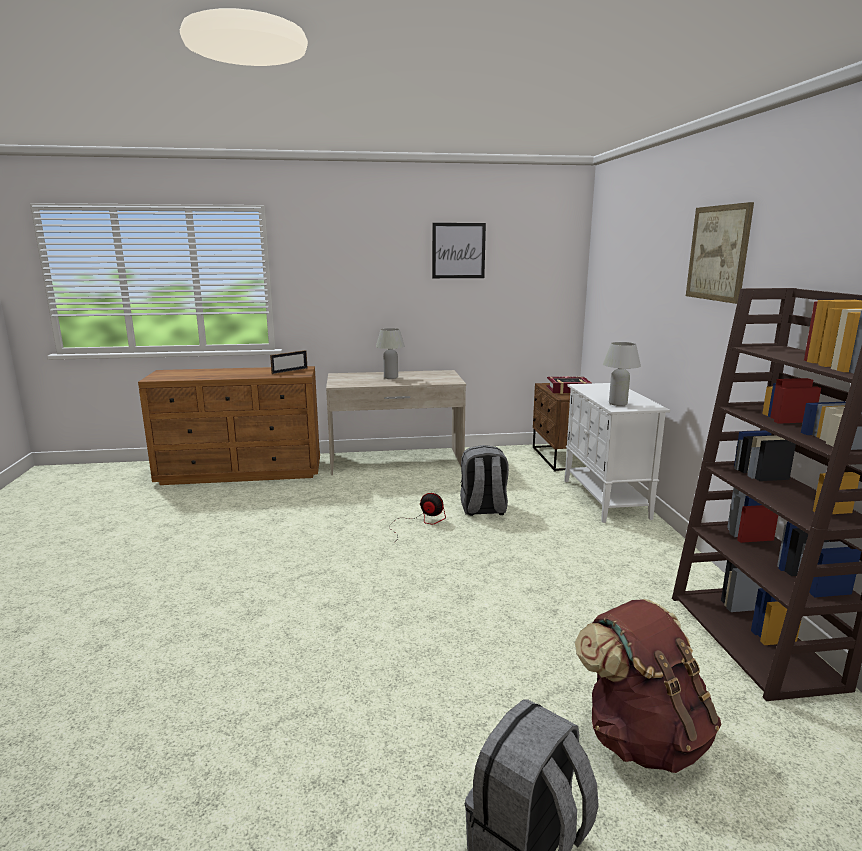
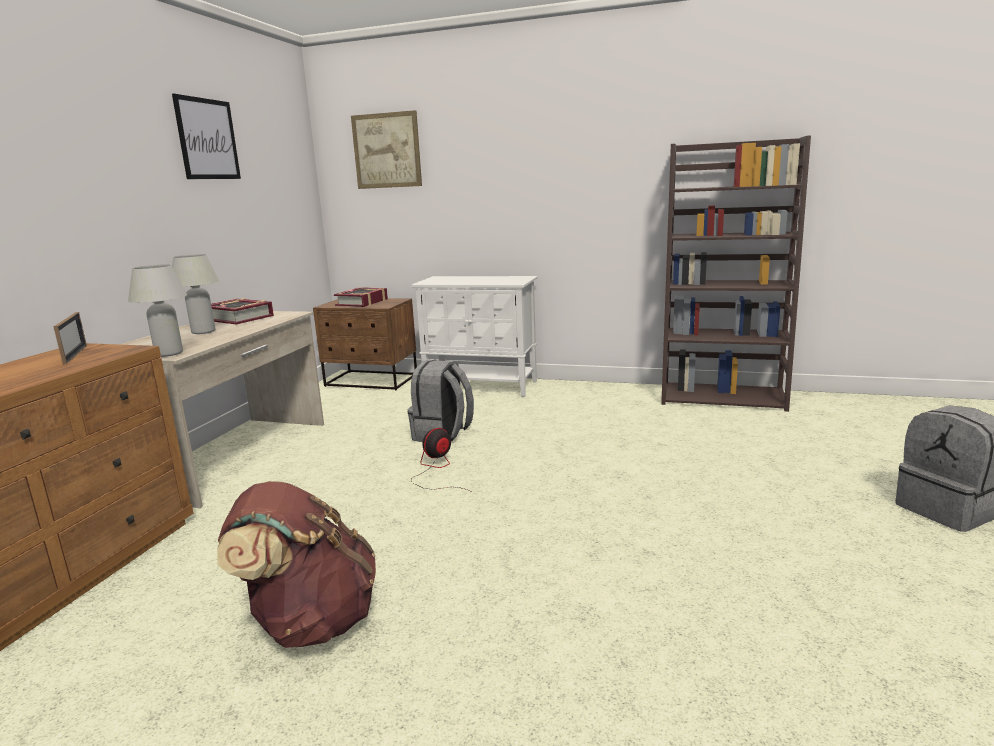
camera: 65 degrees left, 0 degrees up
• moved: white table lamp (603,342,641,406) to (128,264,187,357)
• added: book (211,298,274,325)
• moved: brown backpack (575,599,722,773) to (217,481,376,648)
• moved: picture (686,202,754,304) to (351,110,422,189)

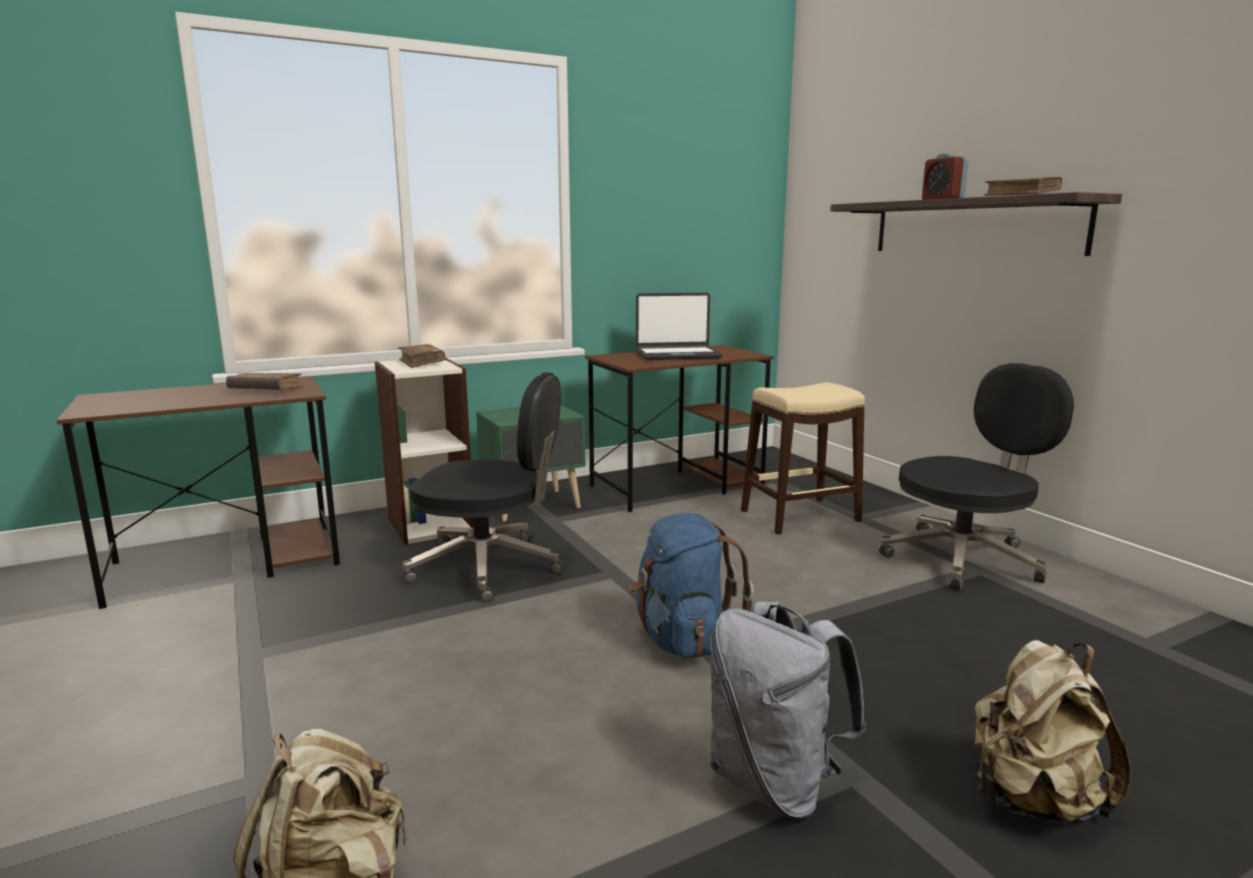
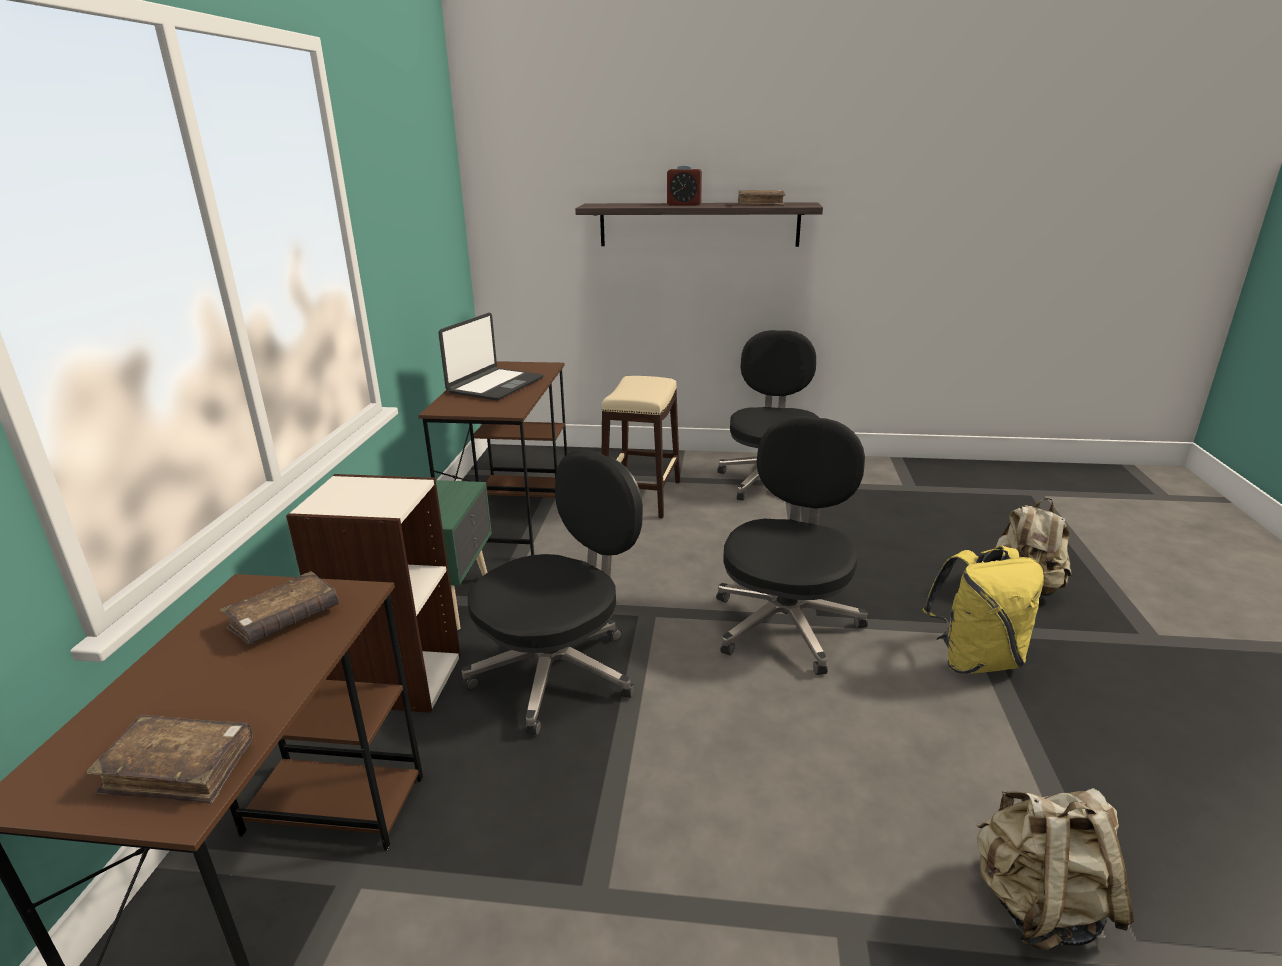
camera: 55 degrees left, 10 degrees up
• moved: brown book (398,344,445,368) to (87,715,253,804)
• replaced: blue backpack (629,513,754,659) to black office chair (716,416,868,675)
• recoloured: grey backpack (710,601,866,819) to yellow backpack (922,545,1044,674)

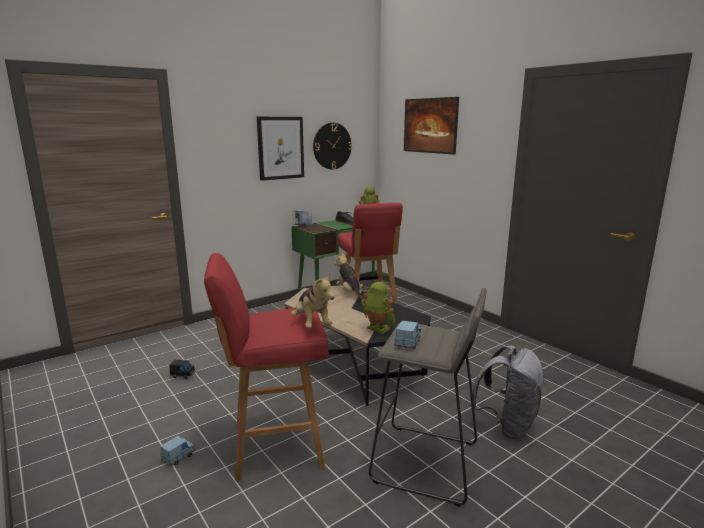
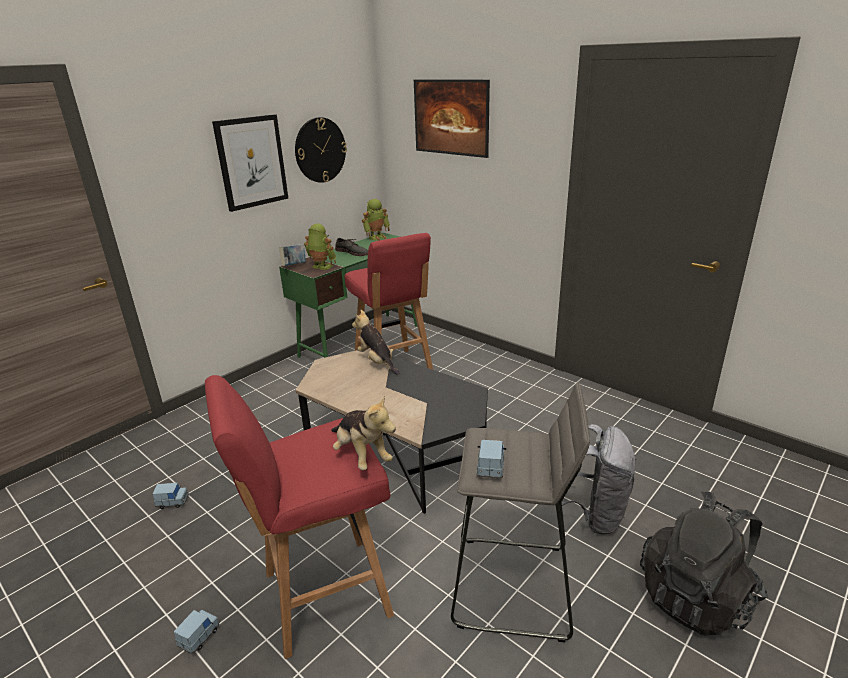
camera: 10 degrees left, 10 degrees up
• recoloured: black toy car (170,360,195,379) to blue toy car (152,483,189,509)
• moved: toy robot (361,282,396,334) to (304,224,336,270)
• added: black backpack (640,492,768,636)

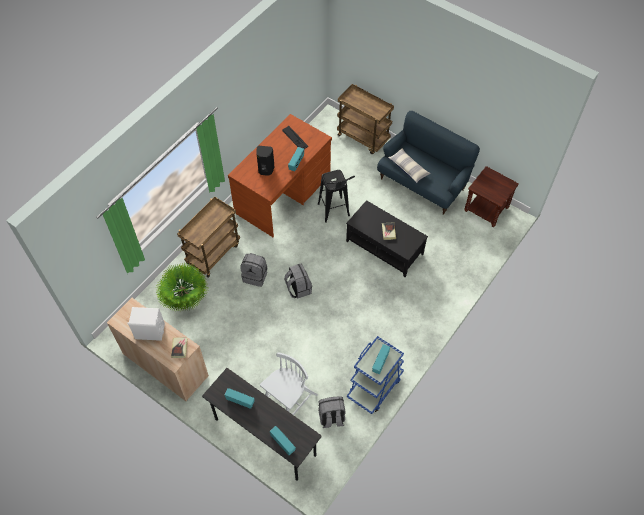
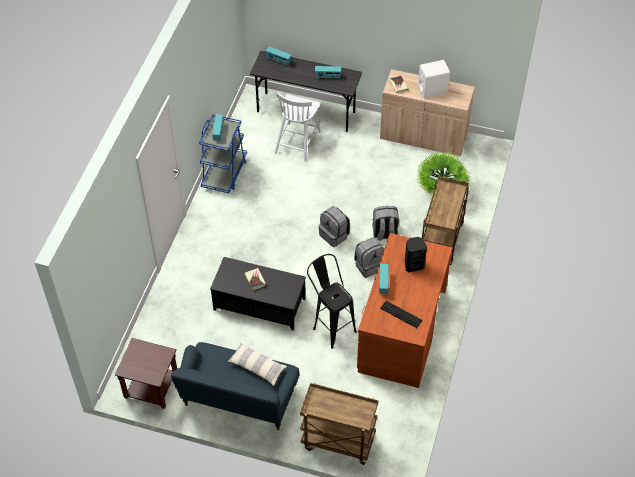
camera: 160 degrees right, 5 degrees down
• moved: grey backpack (318,396,346,428) to (354,237,385,278)

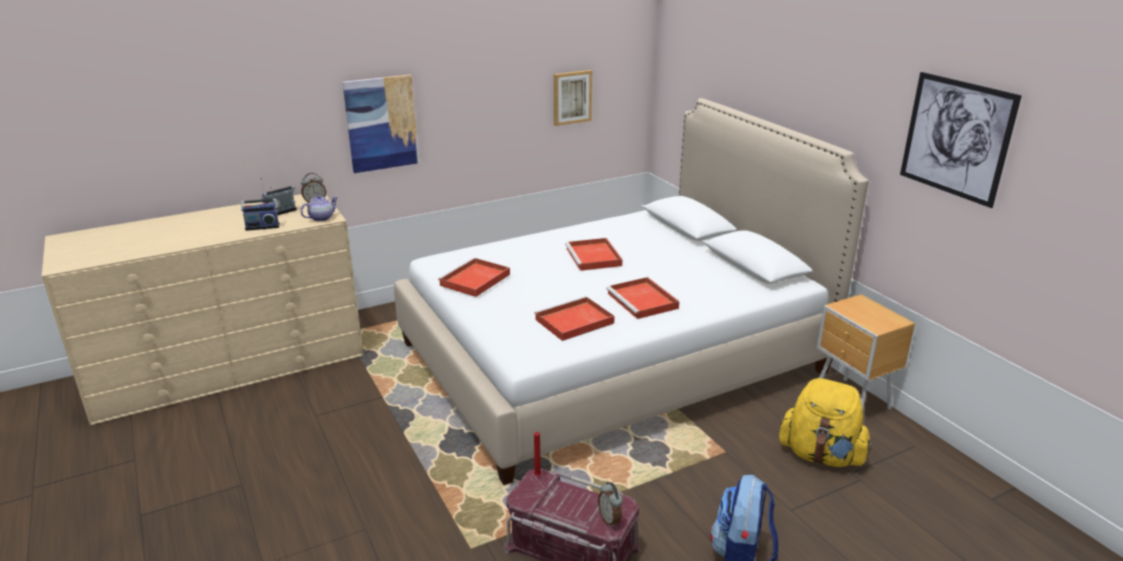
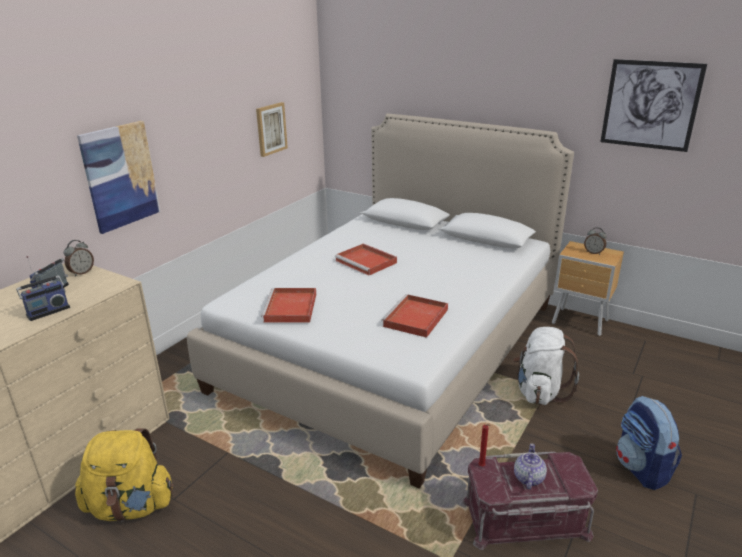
camera: 30 degrees left, 0 degrees up
• moved: yellow backpack (779,378,873,467) to (75,428,174,521)
• added: white backpack (513,327,579,405)
• moved: teapot (301,195,338,221) to (514,444,547,490)
• moved: alarm clock (598,482,623,528) to (584,227,607,255)
• removed: red tray (606,277,679,319)

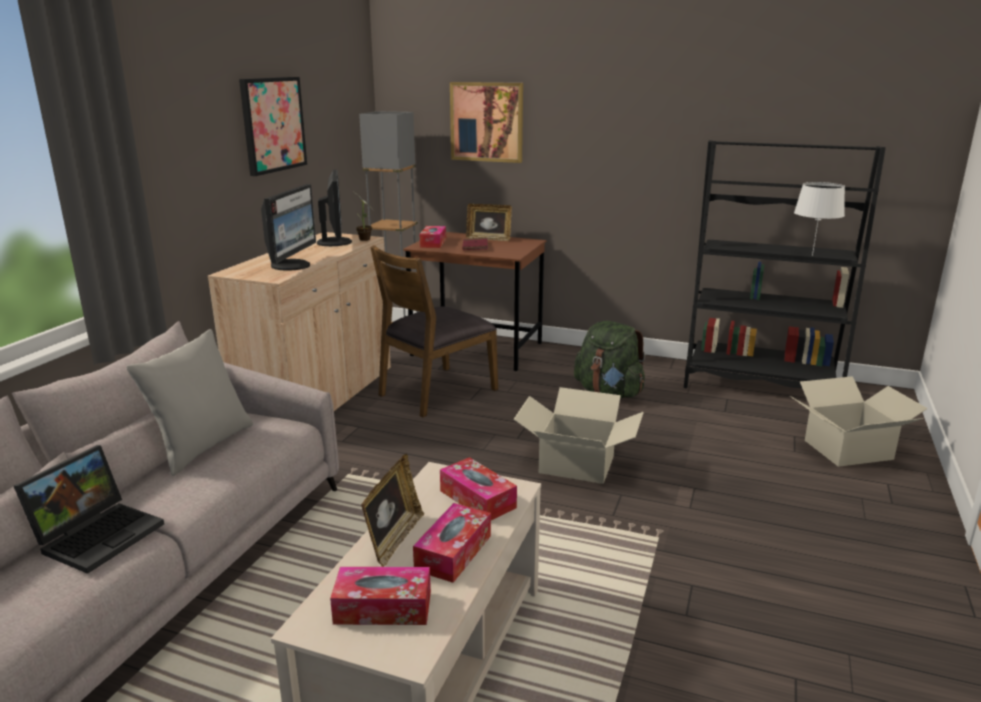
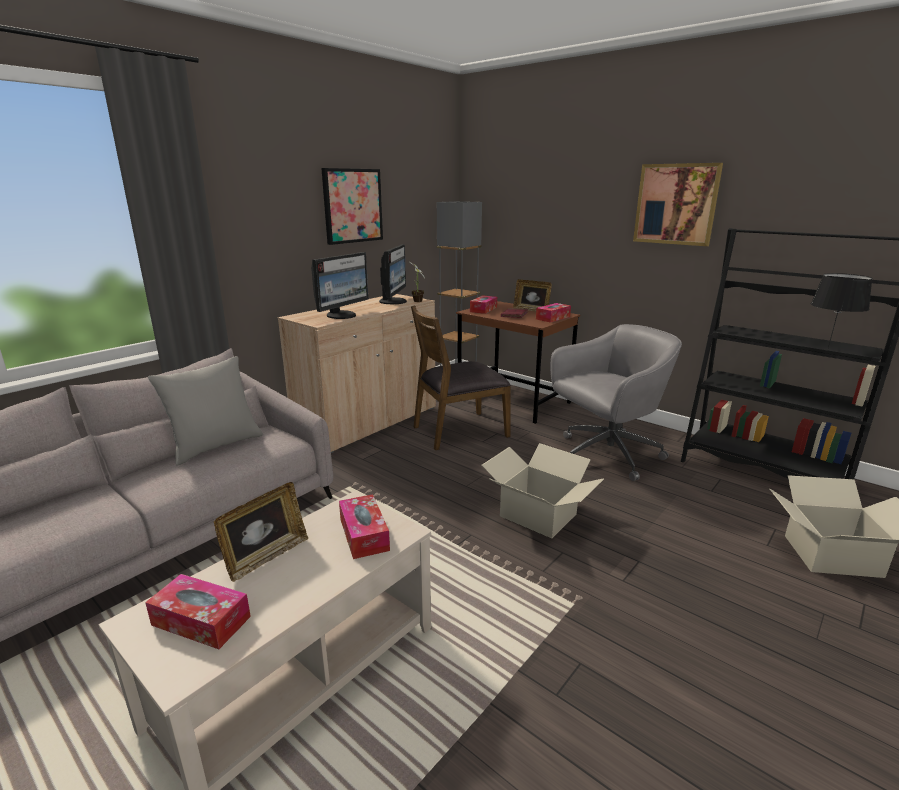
camera: 20 degrees right, 0 degrees up
• moved: tissue box (413,503,491,583) to (536,303,571,323)
• replaced: green backpack (574,321,645,398) to grey office chair (550,324,682,481)
• moved: picture (450,82,523,163) to (633,163,723,246)
• recoloured: white table lamp (794,182,845,256) to black table lamp (811,273,872,349)
• removed: laptop (14,445,164,574)

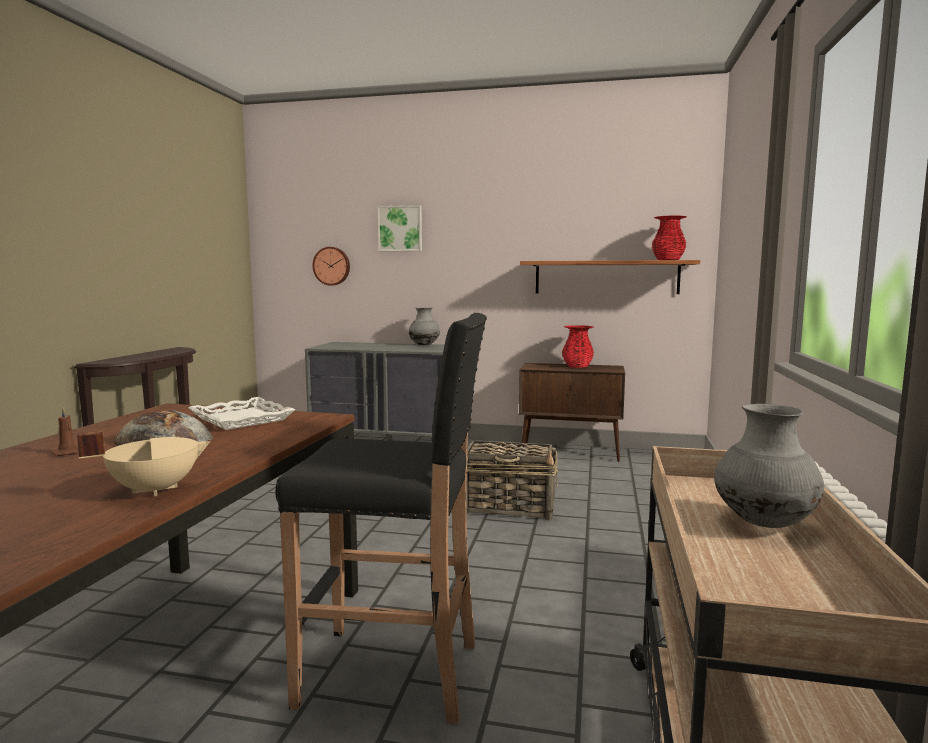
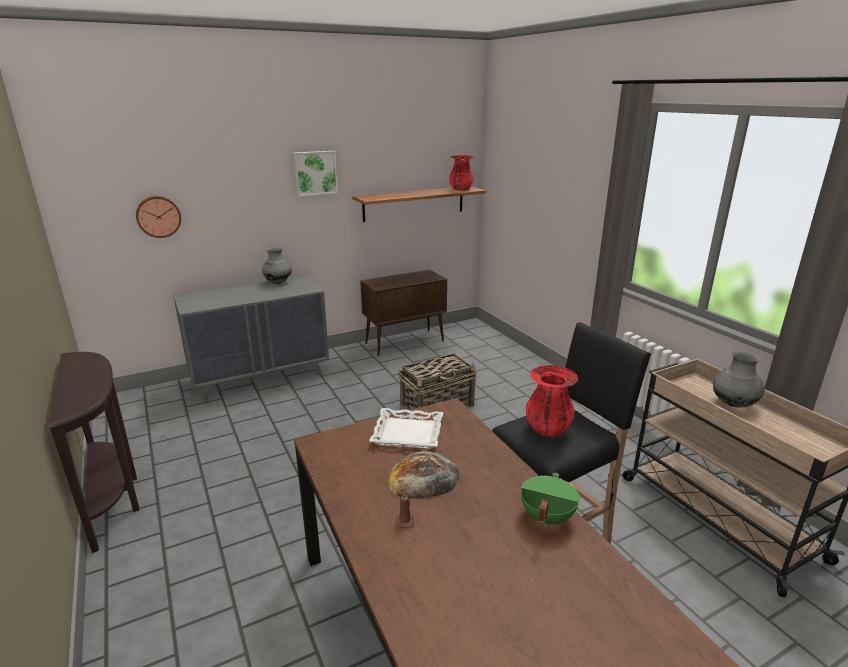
camera: 40 degrees left, 15 degrees up
• moved: picture (378,205,422,251) to (293,151,338,196)
• recoloured: beige cooking pot (77,431,210,496) to green cooking pot (521,473,580,526)
• moved: red vase (562,325,594,368) to (526,365,578,437)

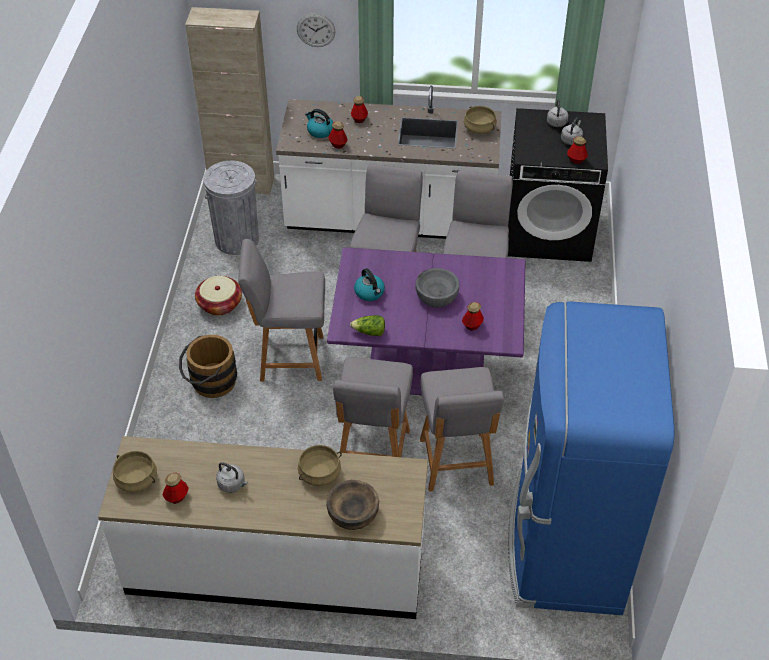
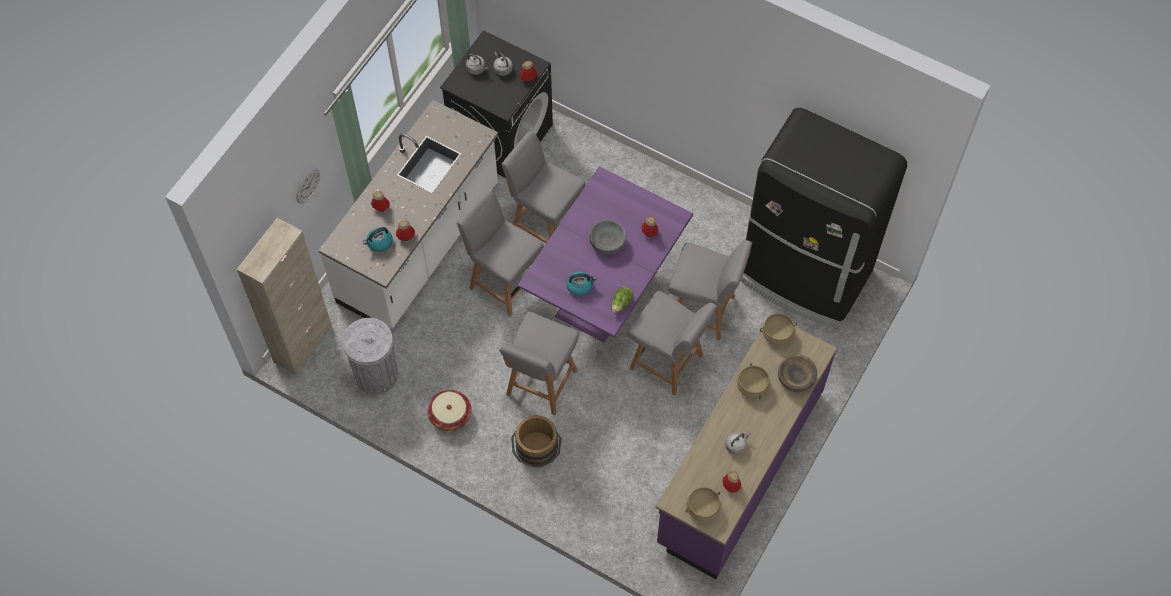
camera: 65 degrees left, 15 degrees up
• recoloured: white counter (98,436,428,619) to purple counter (656,314,837,579)
• recoloured: blue fridge (508,301,675,615) to black fridge (741,108,907,329)
• moved: beige cooking pot (464,106,497,134) to (760,313,797,345)

